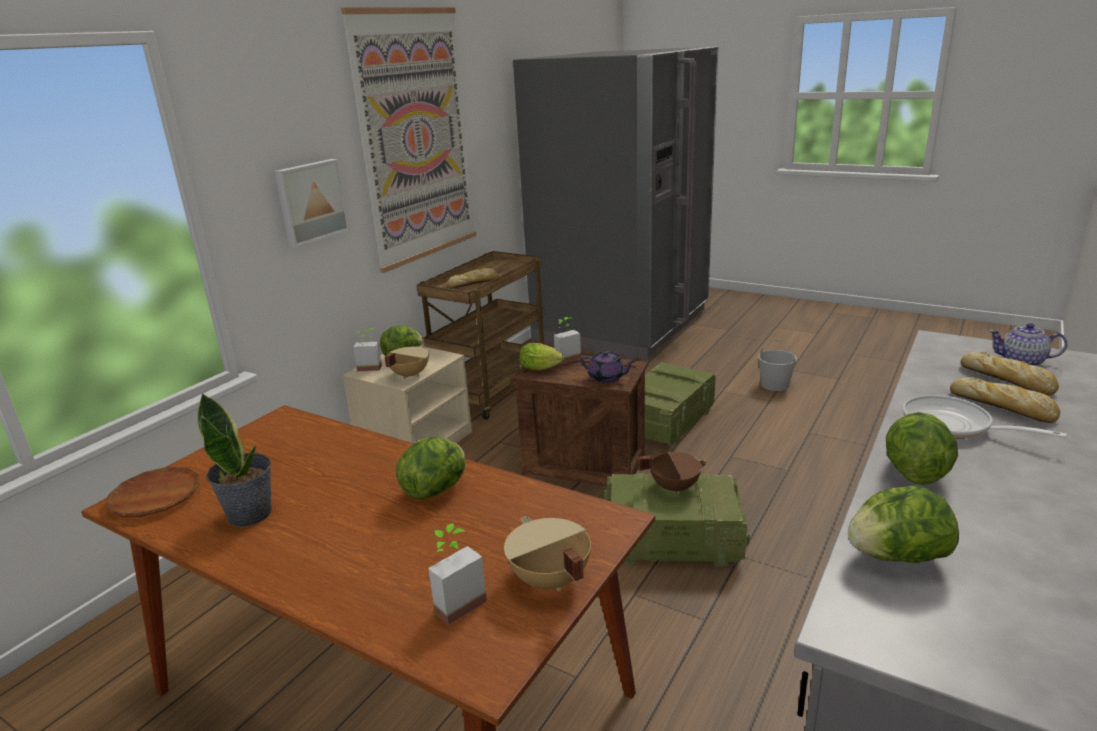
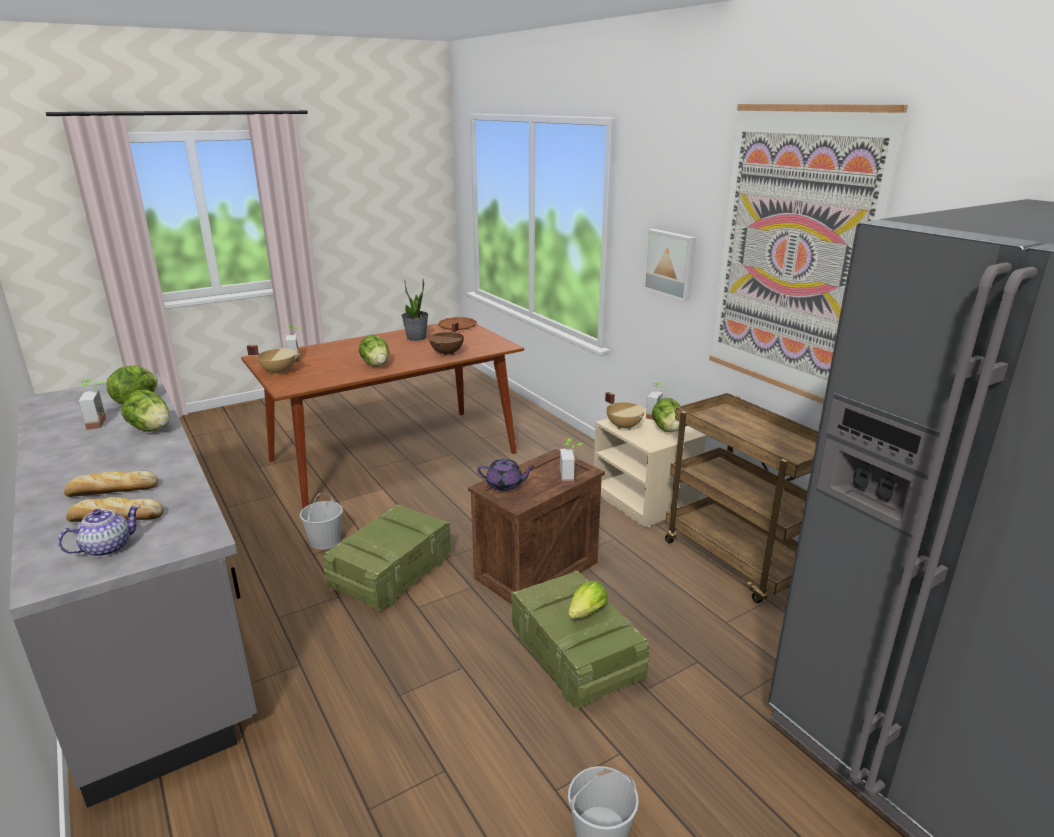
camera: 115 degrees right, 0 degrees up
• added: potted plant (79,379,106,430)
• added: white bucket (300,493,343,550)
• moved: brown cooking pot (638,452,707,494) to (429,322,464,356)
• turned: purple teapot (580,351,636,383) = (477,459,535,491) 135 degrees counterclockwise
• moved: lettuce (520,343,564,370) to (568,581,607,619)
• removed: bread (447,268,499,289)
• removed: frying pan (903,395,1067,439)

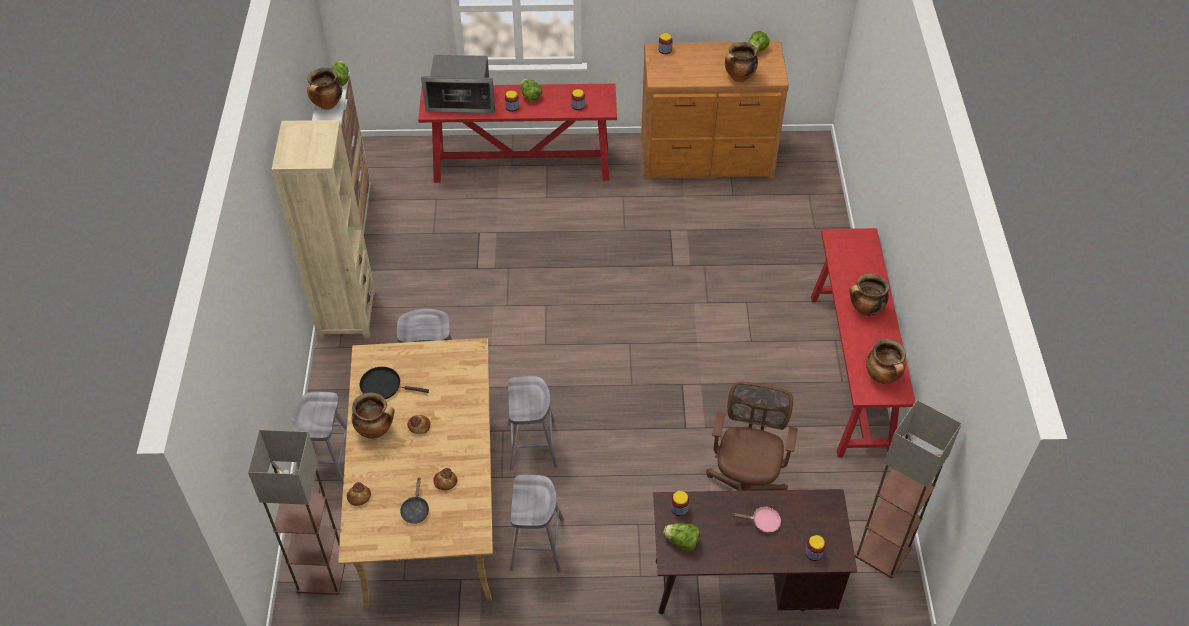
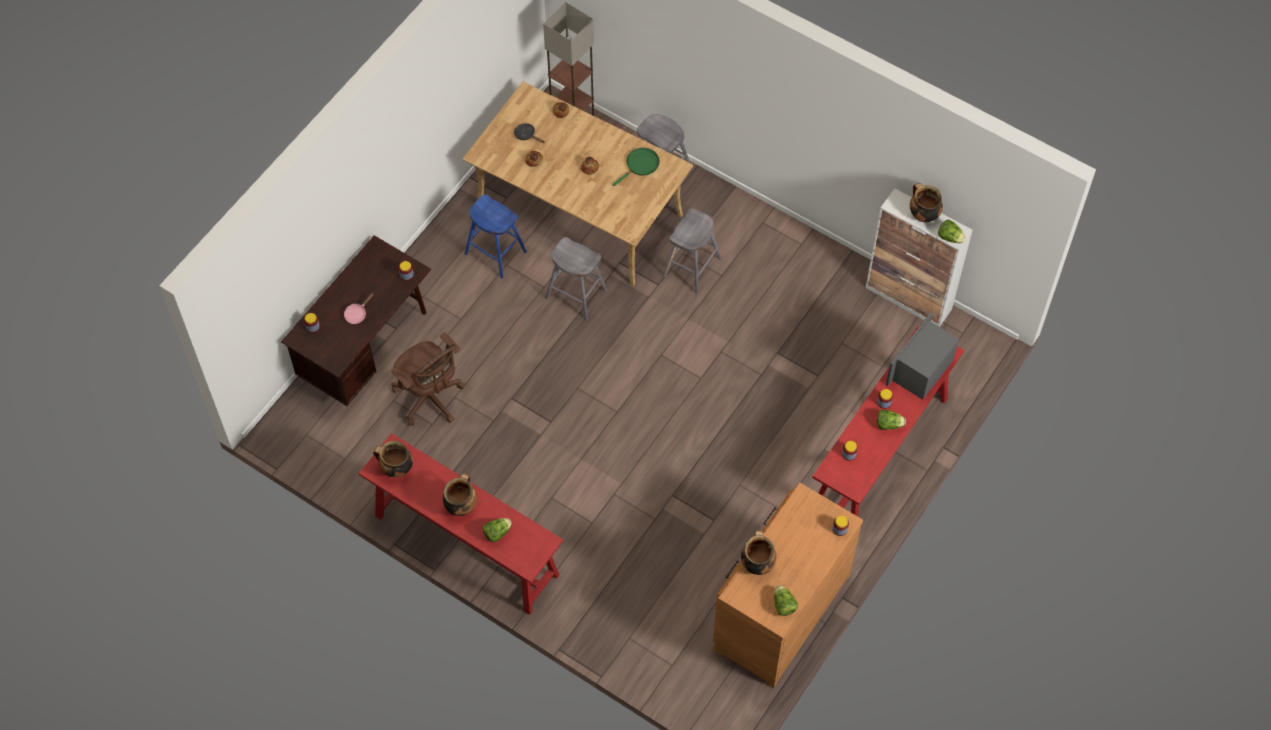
camera: 125 degrees right, 10 degrees up
• recoloured: grey stool (510,475,564,573) to blue stool (465,194,527,278)
• moved: lettuce (663,523,700,551) to (482,518,512,542)
• recoloured: black frying pan (360,367,429,399) to green frying pan (613,148,659,186)
• removed: beige bookcase (272,120,375,339)
• removed: cooking pot (352,393,395,439)
• removed: floor lamp (855,400,962,578)

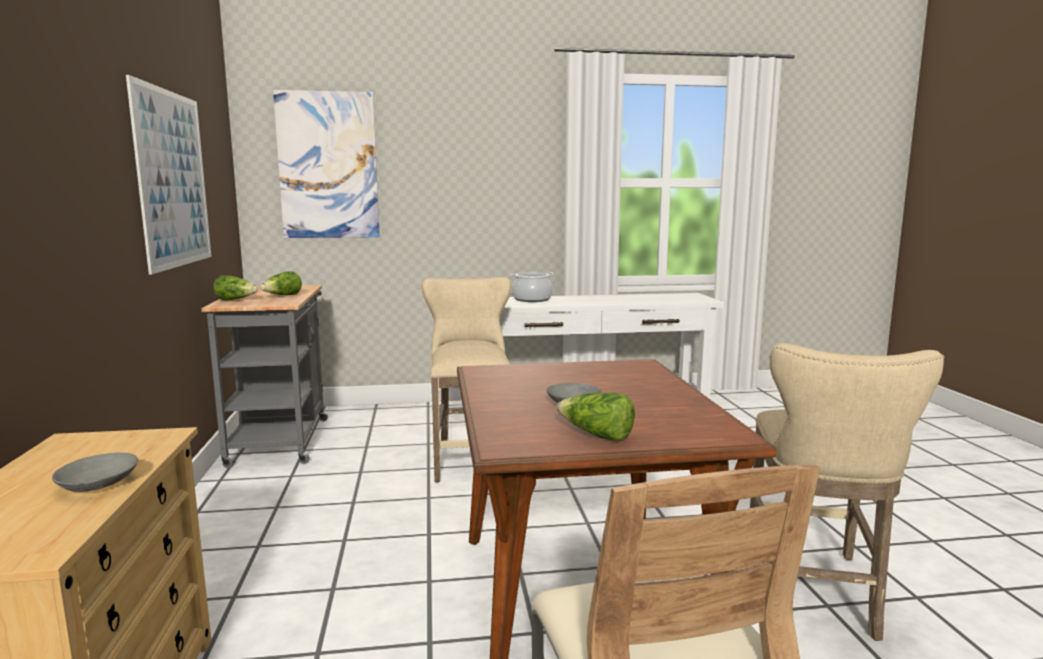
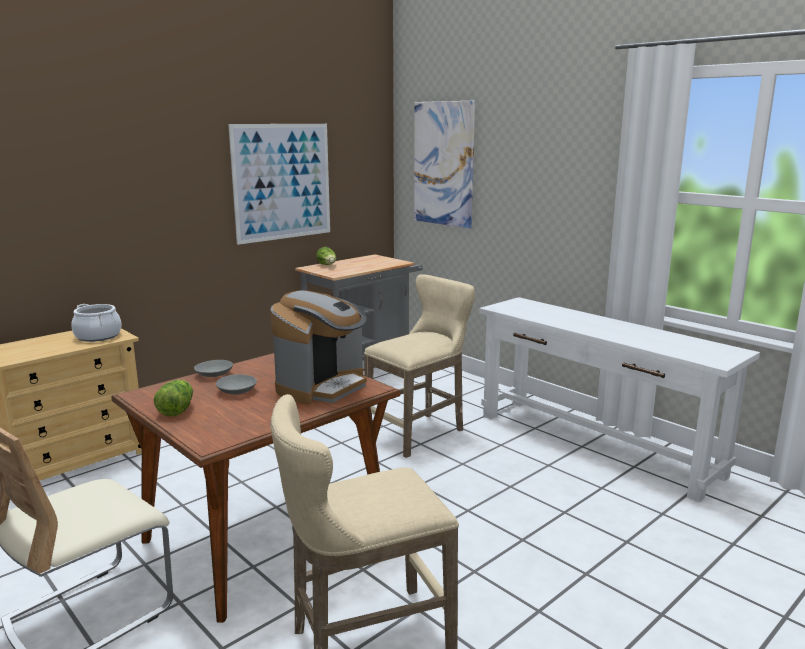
camera: 55 degrees right, 5 degrees up
• moved: cooking pot (511,272,554,302) to (71,304,122,342)
• moved: grey bowl (52,453,138,492) to (194,360,233,377)
• added: coffee machine (271,290,367,405)
• removed: lettuce (260,271,302,295)

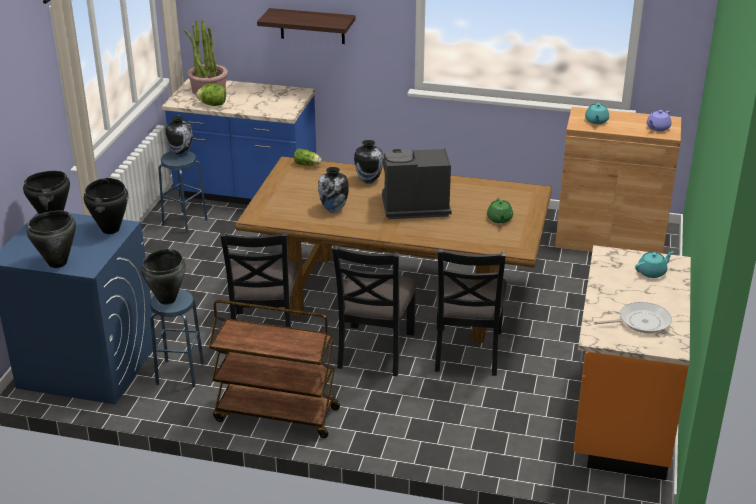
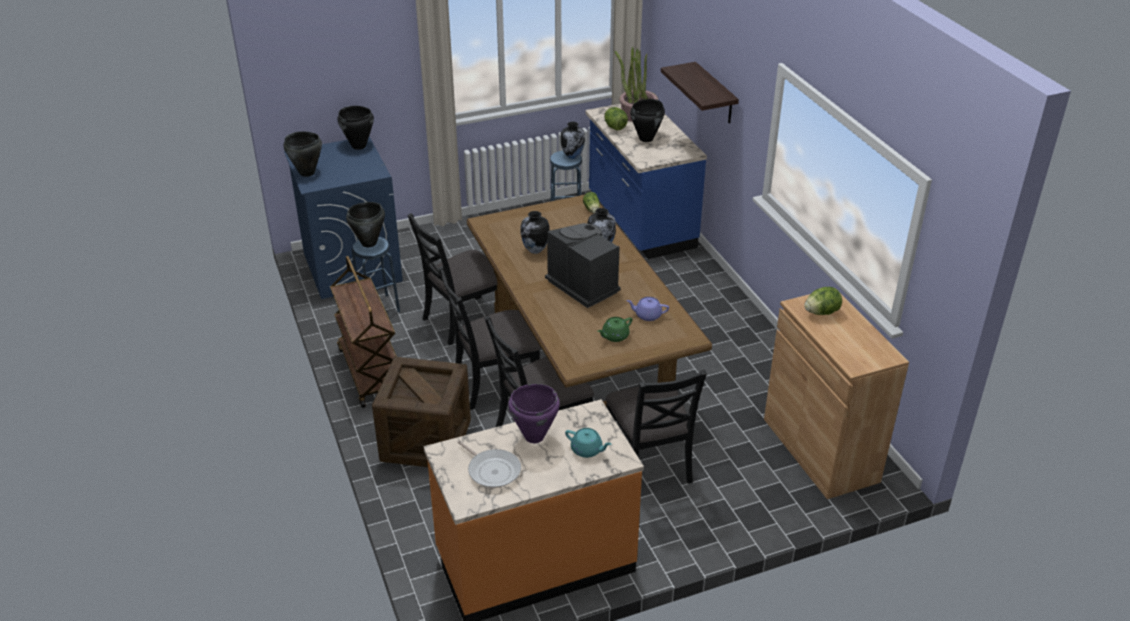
camera: 55 degrees right, 5 degrees up
• added: crate (372,357,471,467)
• added: purple cooking pot (508,384,560,443)
• added: black chair (606,370,707,484)
• moved: purple teapot (647,110,672,131) to (626,297,669,321)
• moved: black cooking pot (84,178,128,234) to (630,99,665,142)
• replaced: turquoise teapot (585,102,609,124) to lettuce (804,287,842,315)

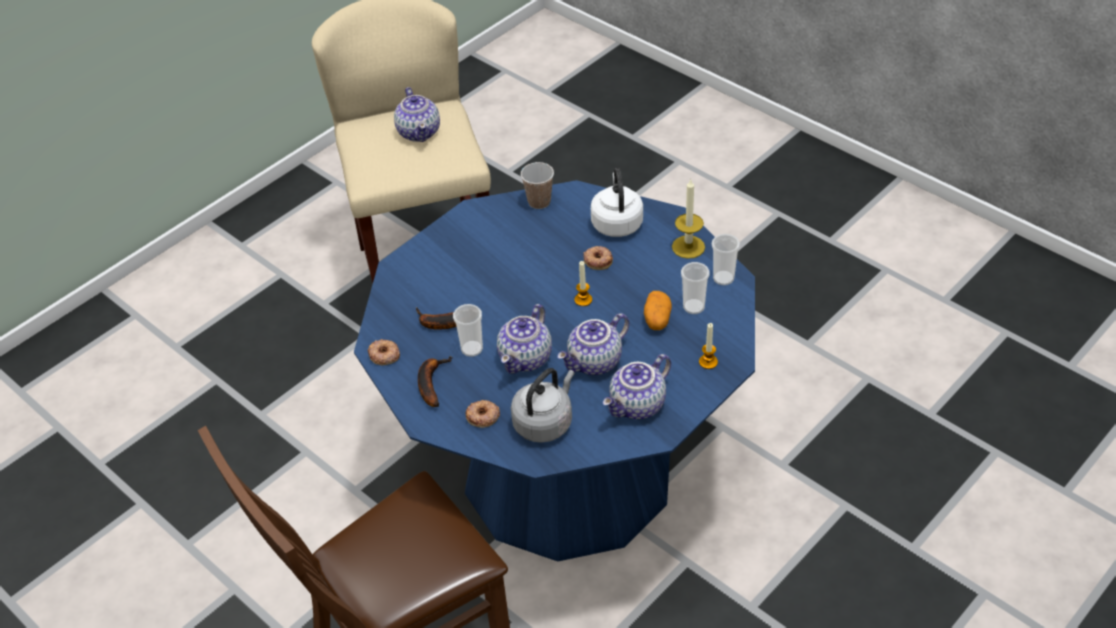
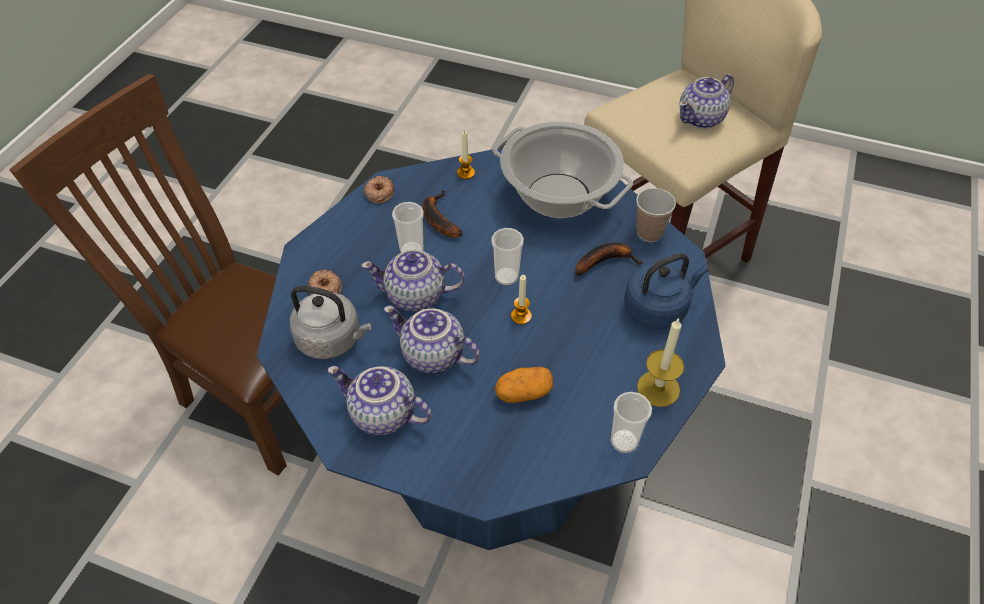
camera: 65 degrees right, 5 degrees up
• moved: candle (699,323,718,369) to (457,131,475,179)
• moved: cup (681,262,710,314) to (491,228,524,285)
• added: cooking pot (493,121,633,218)
• moved: banana (418,356,452,407) to (575,242,643,276)
• recoloured: white kettle (591,168,643,237) to blue kettle (624,253,708,328)
• removed: donut (584,246,613,270)

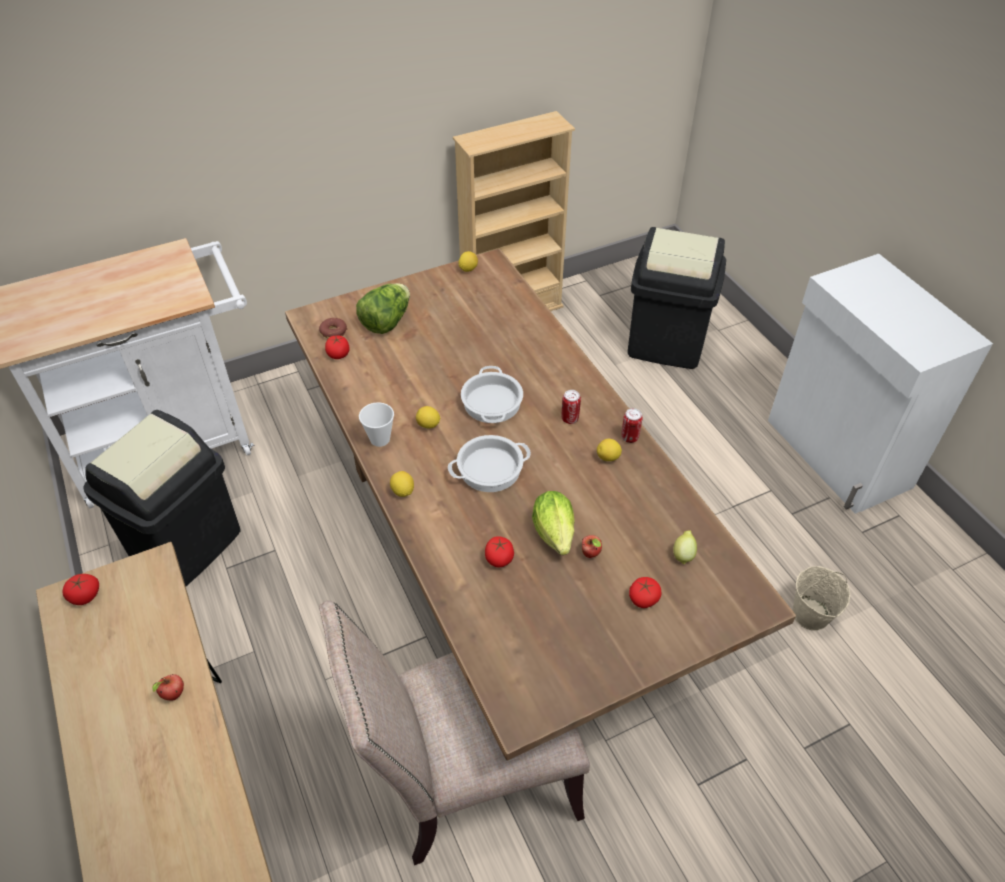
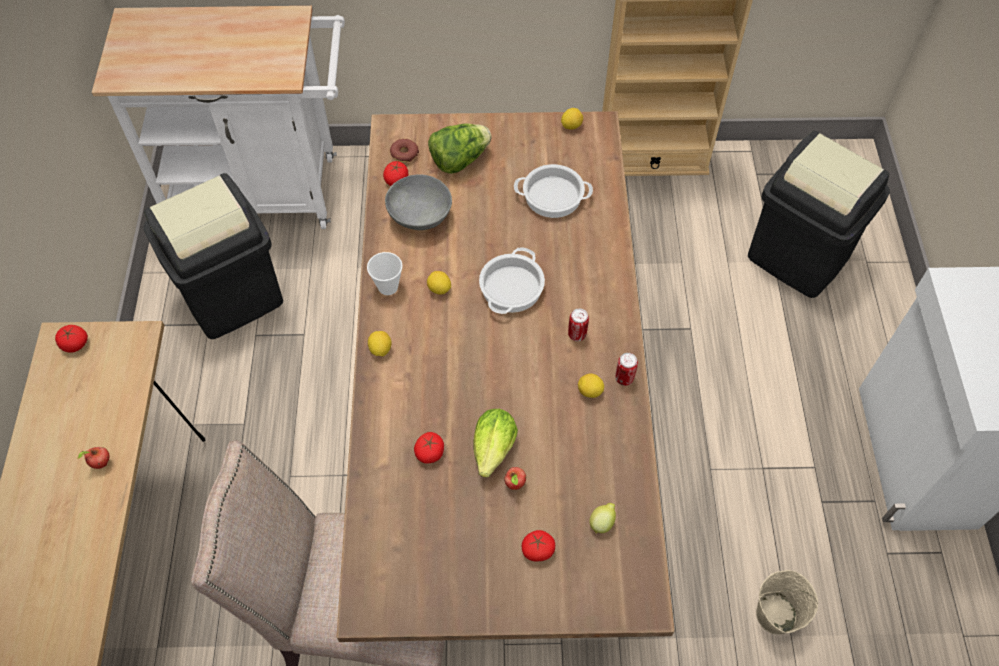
camera: 25 degrees right, 10 degrees up
• added: grey bowl (385,174,452,230)
• moved: cooking pot (448,435,531,492) to (514,164,593,218)

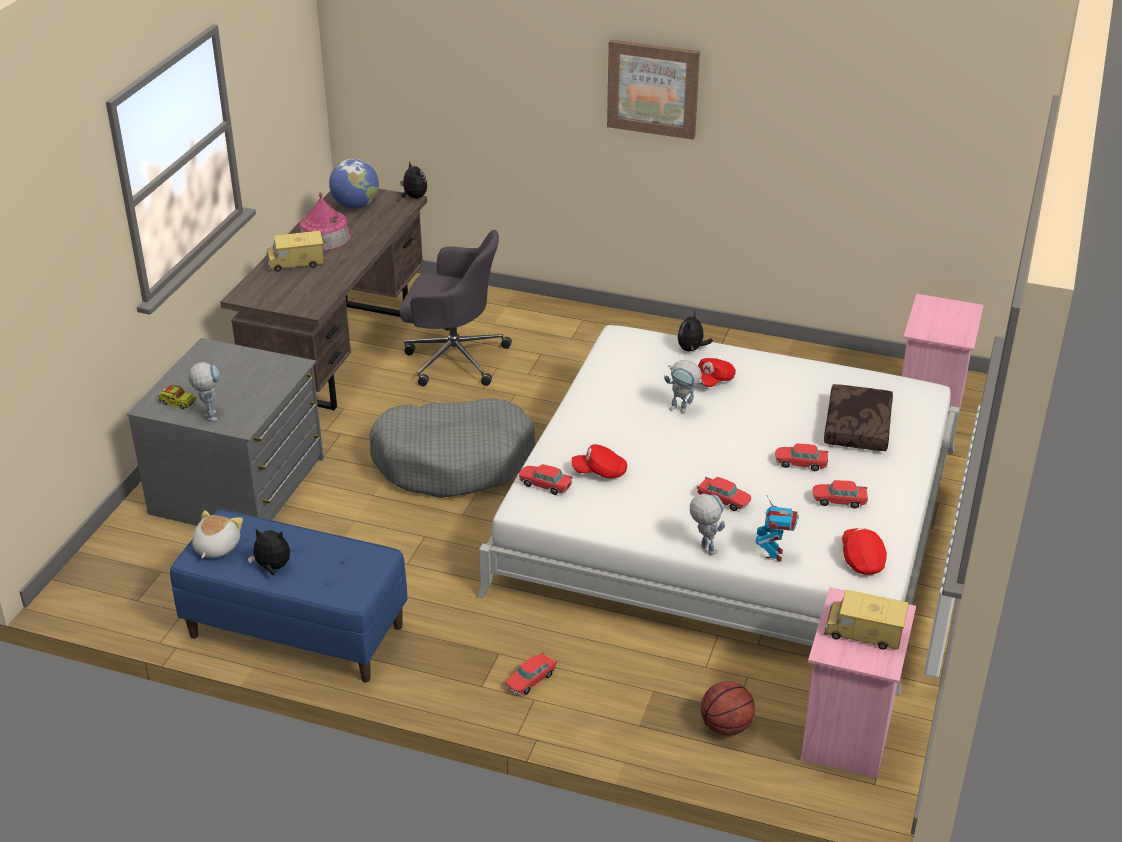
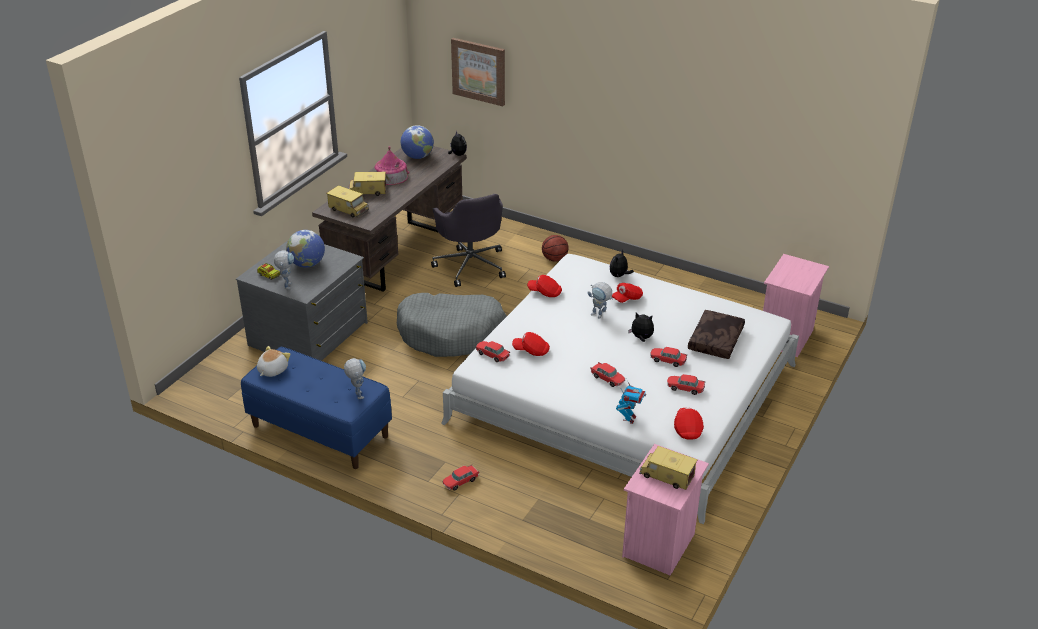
camera: 10 degrees right, 0 degrees up
• added: globe (286,230,325,268)
• added: toy truck (326,185,369,218)
• moved: toy robot (690,494,725,555) to (344,358,366,399)
• turned: grey office chair (399,230,512,386) = (431,194,506,287) 45 degrees clockwise
• moved: picture (607,40,700,140) to (451,38,505,106)
• added: red cap (527,275,562,297)
• moved: basketball (701,681,755,736) to (542,235,568,261)
• moved: plush toy (248,529,290,575) to (628,313,654,342)

